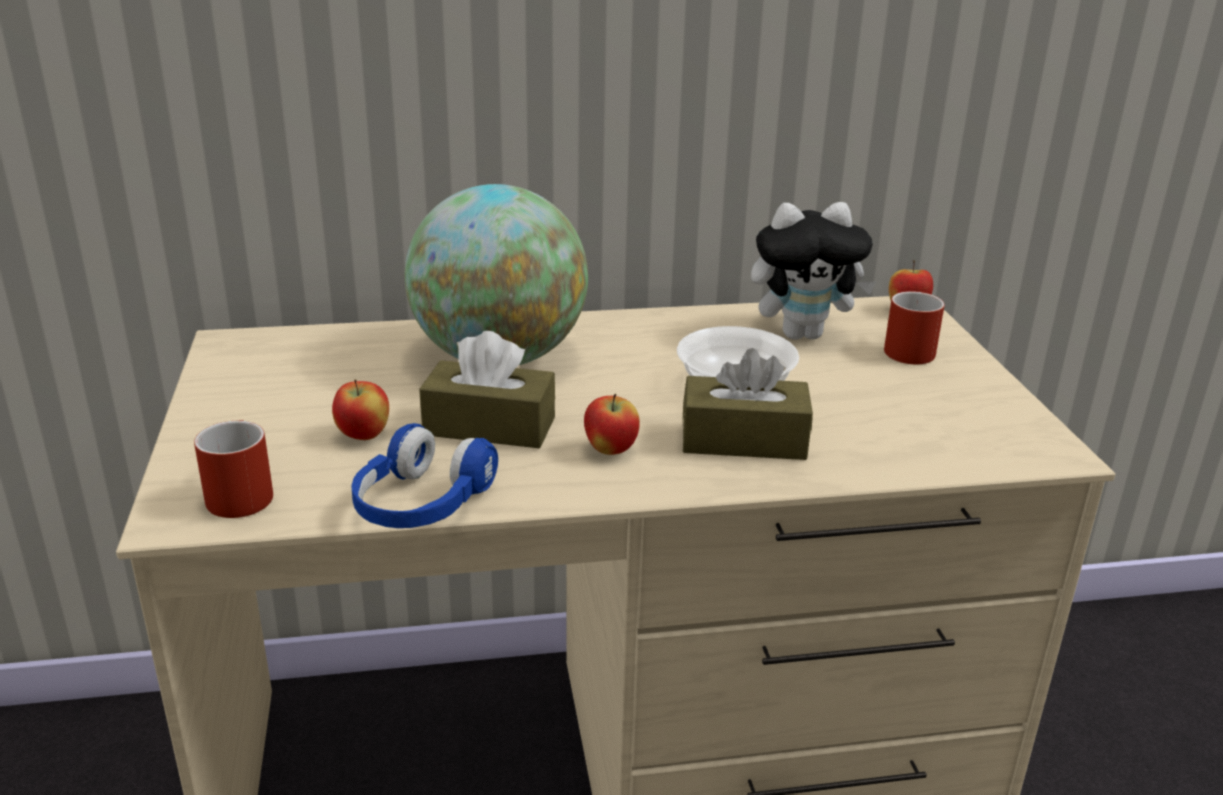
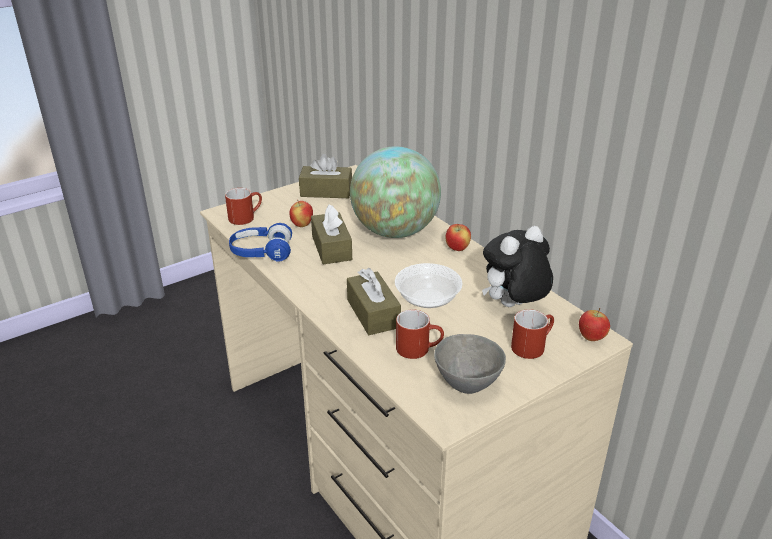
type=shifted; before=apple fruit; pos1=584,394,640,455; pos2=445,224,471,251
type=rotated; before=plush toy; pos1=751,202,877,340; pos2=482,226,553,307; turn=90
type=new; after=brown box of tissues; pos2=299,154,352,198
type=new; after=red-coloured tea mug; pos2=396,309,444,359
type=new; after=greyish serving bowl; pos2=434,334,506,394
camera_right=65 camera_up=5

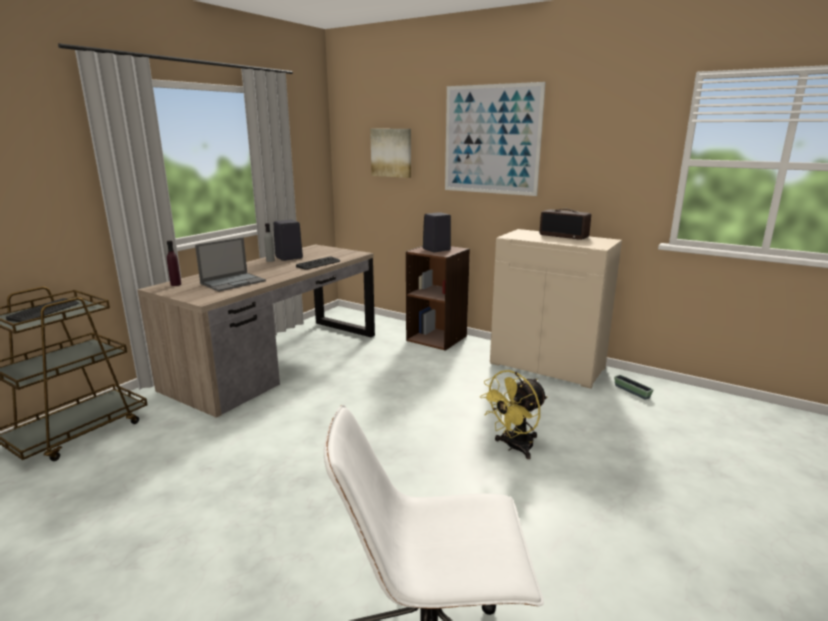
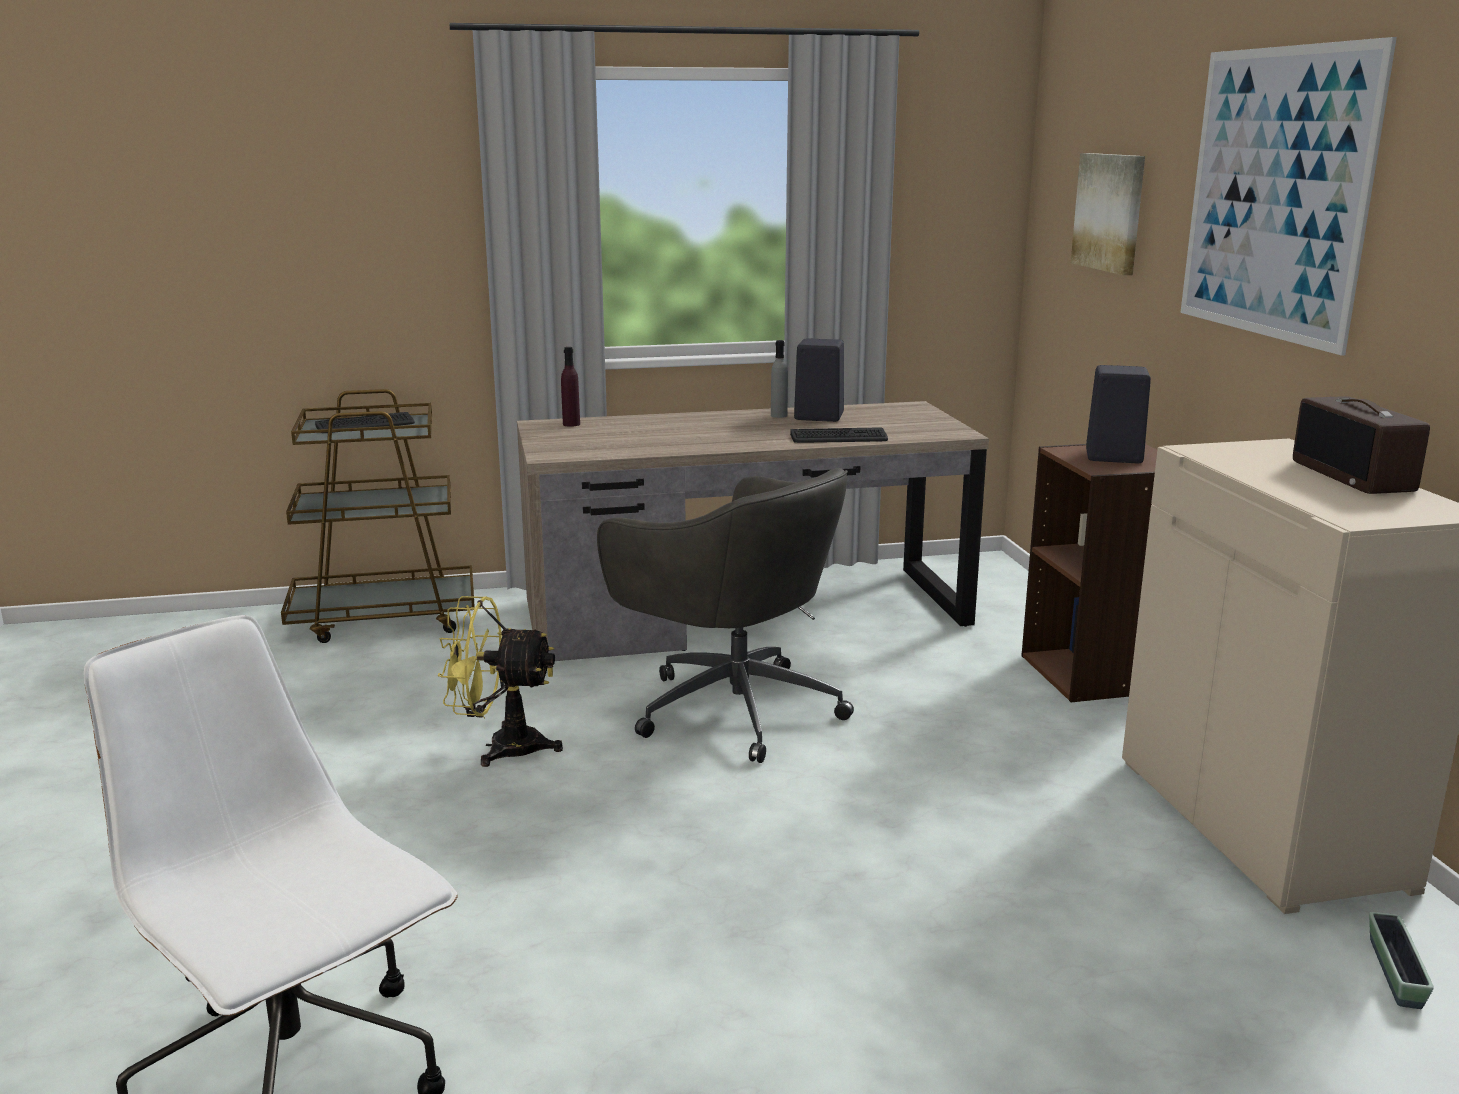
type=gone; before=laptop; pos1=195,237,266,292
type=shifted; before=yellowish cooling fan; pos1=480,370,548,459; pos2=438,596,563,767
type=new; after=greyish desk chair; pos2=597,468,854,763
camera_right=45 camera_up=0

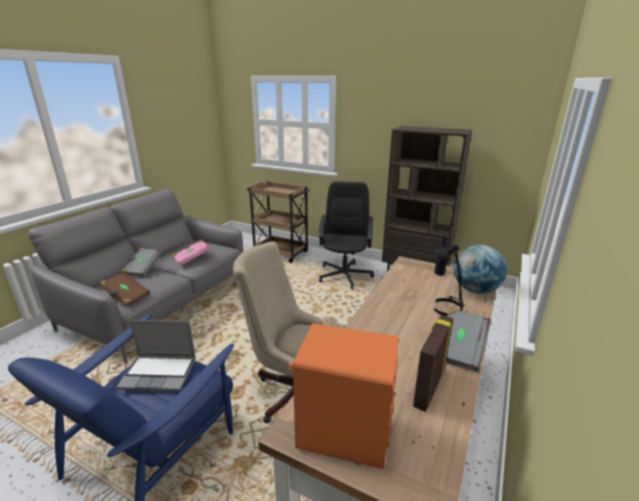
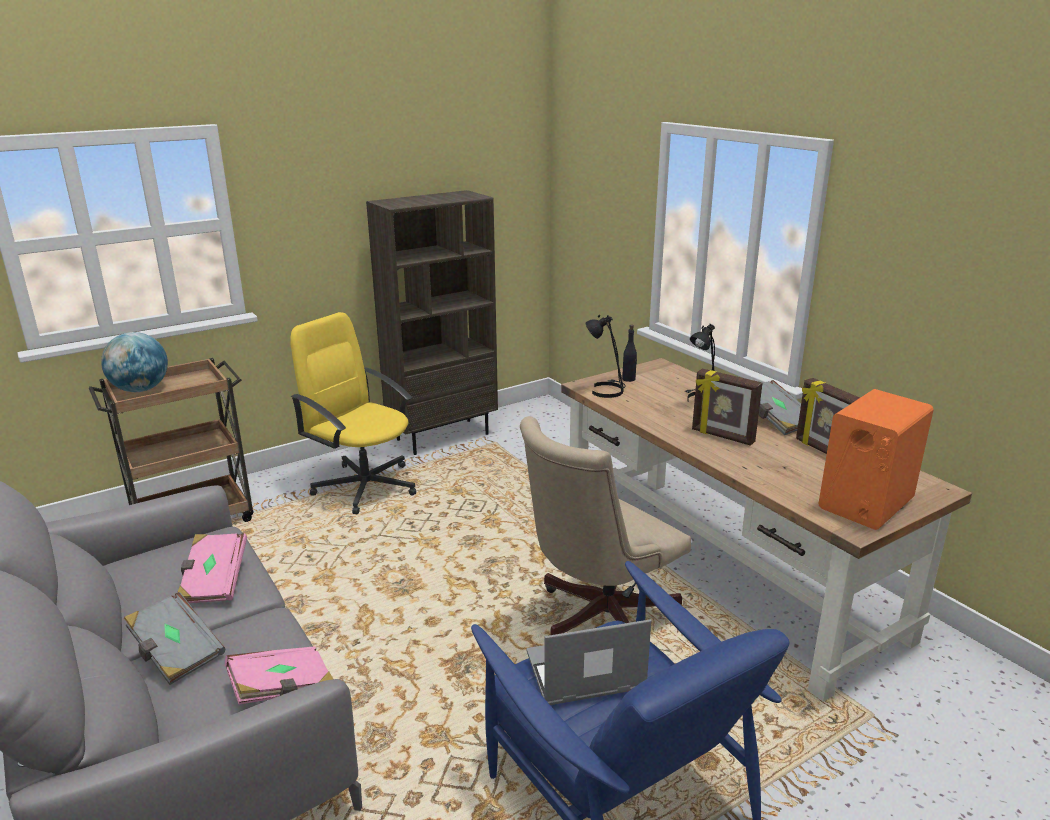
type=repainted; before=brown volume; after=pink-coloured volume; pos1=100,272,150,307; pos2=225,646,333,705
type=rotated; before=laptop; pos1=116,320,196,391; pos2=526,619,651,705; turn=-135
type=repainted; before=black-coloured desk chair; after=yellowish desk chair; pos1=318,181,374,289; pos2=291,312,416,515
type=shifted; before=desk globe; pos1=454,245,507,294; pos2=101,332,168,392
type=new; after=black-coloured table lamp; pos2=586,315,626,398
type=new; after=photo frame; pos2=692,368,762,446
camera_right=-60 camera_up=0

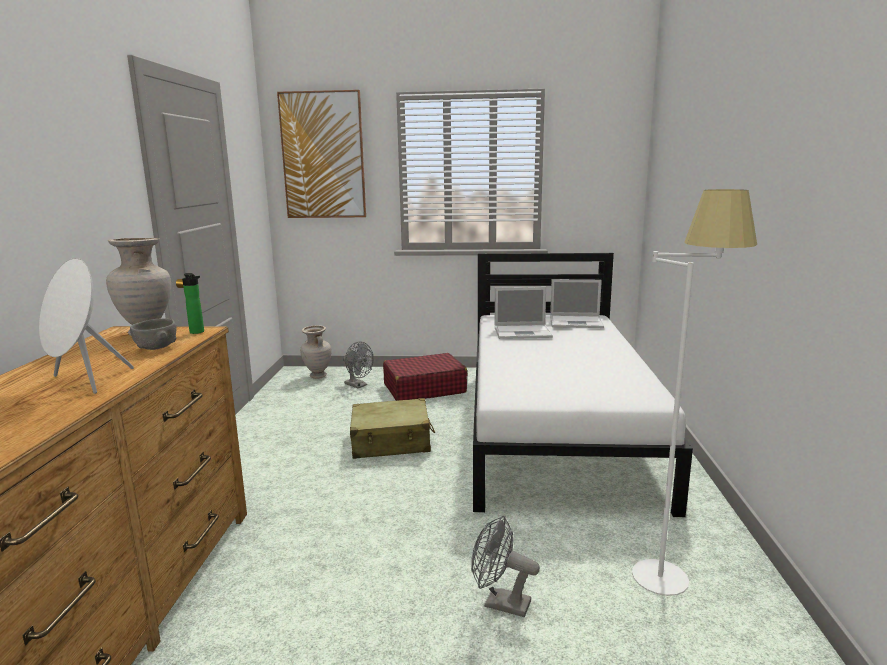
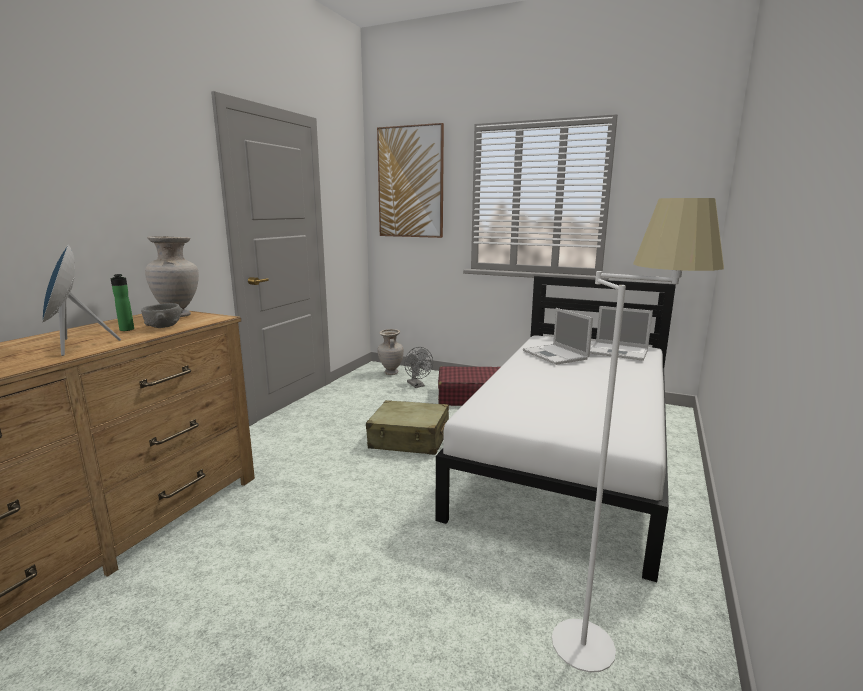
type=repainted; before=white loudspeaker; after=bluish loudspeaker; pos1=39,258,134,394; pos2=42,244,121,356
type=shifted; before=drink bottle; pos1=182,273,204,334; pos2=111,274,134,331
type=gone; before=greyish cooling fan; pos1=471,516,540,617
type=rotated; before=laptop; pos1=495,287,553,339; pos2=523,308,593,365; turn=45
camera_right=20 camera_up=0

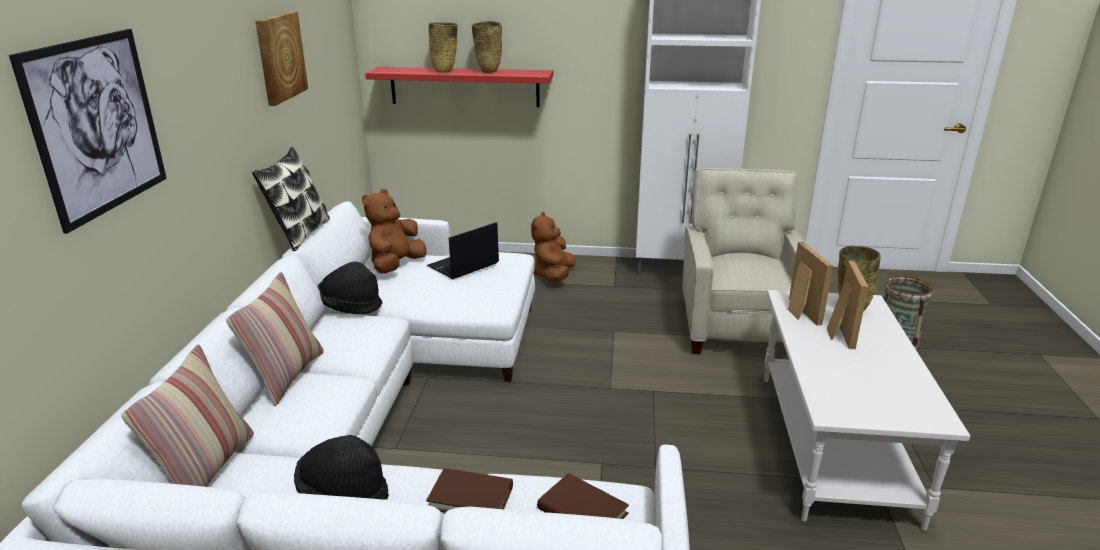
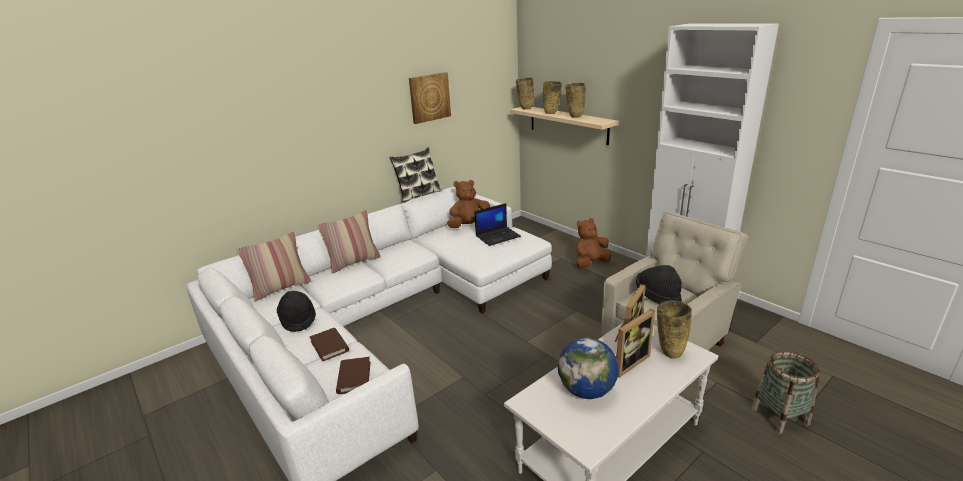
type=gone; before=wall picture; pos1=9,29,167,234
type=shifted; before=black-coloured wearable hat; pos1=318,261,382,314; pos2=636,265,682,304
type=repainted; before=red-coloured wall shelf; after=beige wall shelf; pos1=365,67,553,107; pos2=510,107,618,145
type=rotated; before=laptop; pos1=426,222,499,279; pos2=475,203,521,246; turn=150
type=new; after=beige vase; pos2=516,78,534,109
type=new; after=desk globe; pos2=558,338,619,399
camera_right=45 camera_up=0

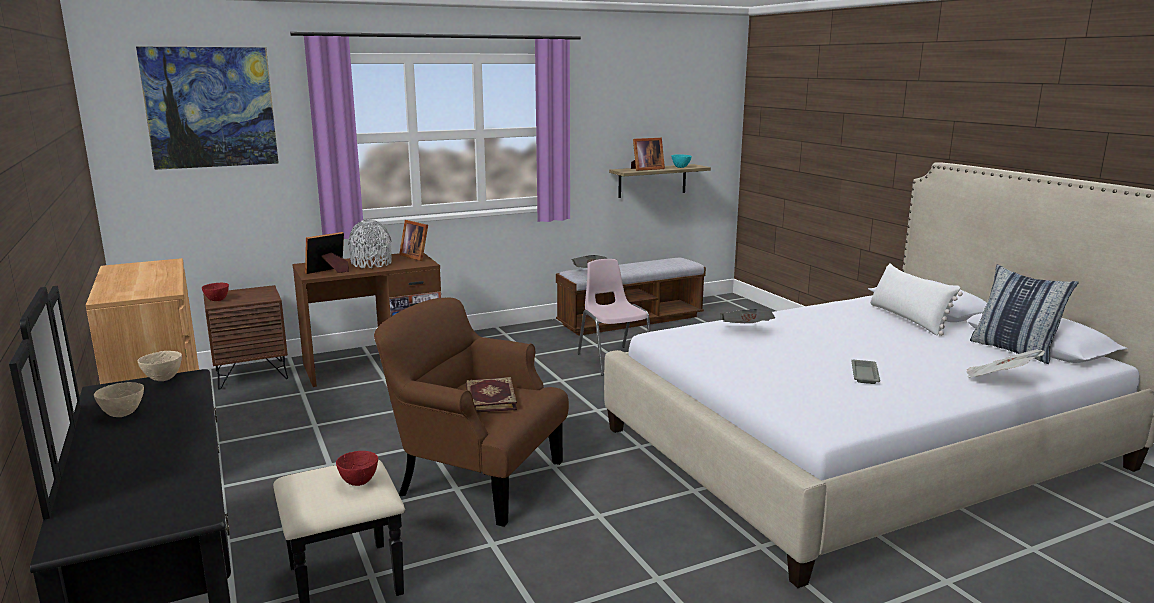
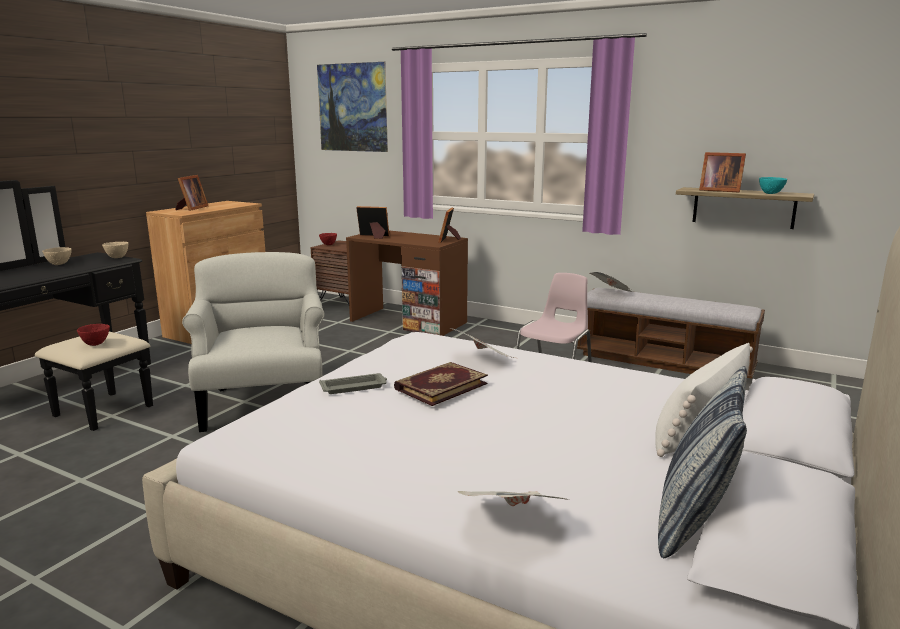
type=gone; before=greyish vase; pos1=348,219,392,268
type=repainted; before=brown armchair; after=white armchair; pos1=374,297,569,527; pos2=182,252,325,432
type=shifted; before=volume; pos1=466,377,517,412; pos2=394,362,488,406
type=shifted; before=greyish serving tray; pos1=851,360,880,384; pos2=319,373,387,394
type=new; after=photo frame; pos2=175,175,208,211
camera_right=55 camera_up=0

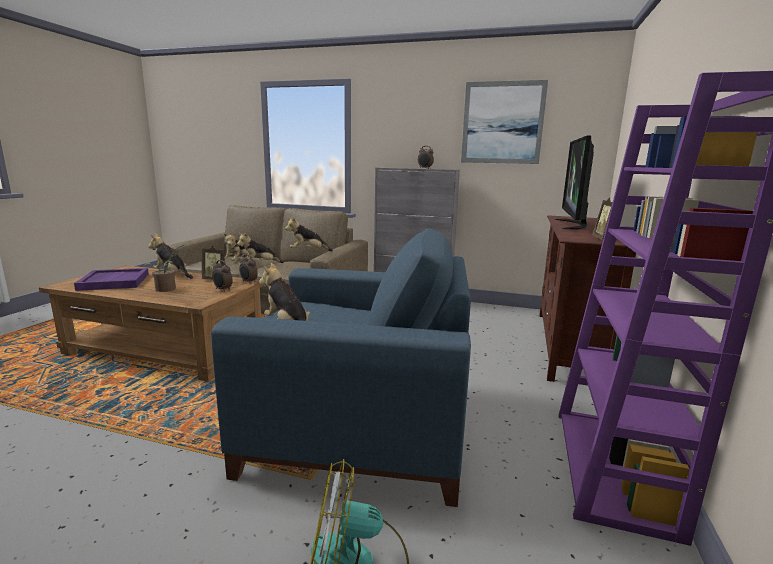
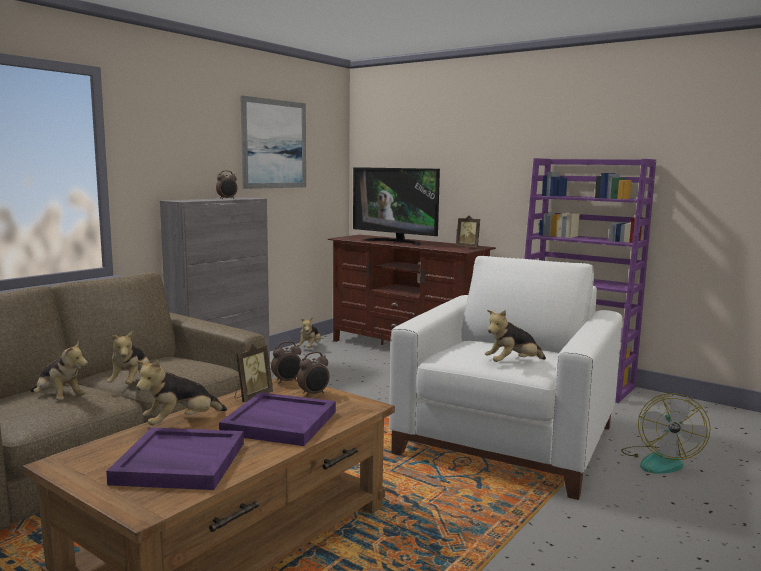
type=swapped; before=plant in a pot; after=purplish serving tray; pos1=145,244,191,292; pos2=219,392,336,446
type=repainted; before=bluish armchair; after=white armchair; pos1=211,228,471,507; pos2=389,256,622,500
type=shifted; before=plush toy; pos1=285,217,333,251; pos2=297,317,321,348
camera_right=-70 camera_up=-5

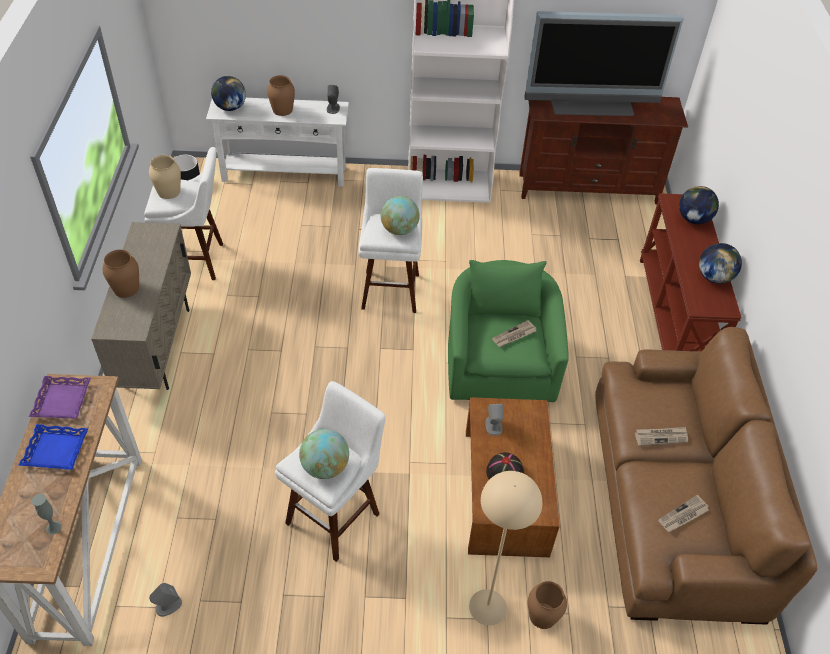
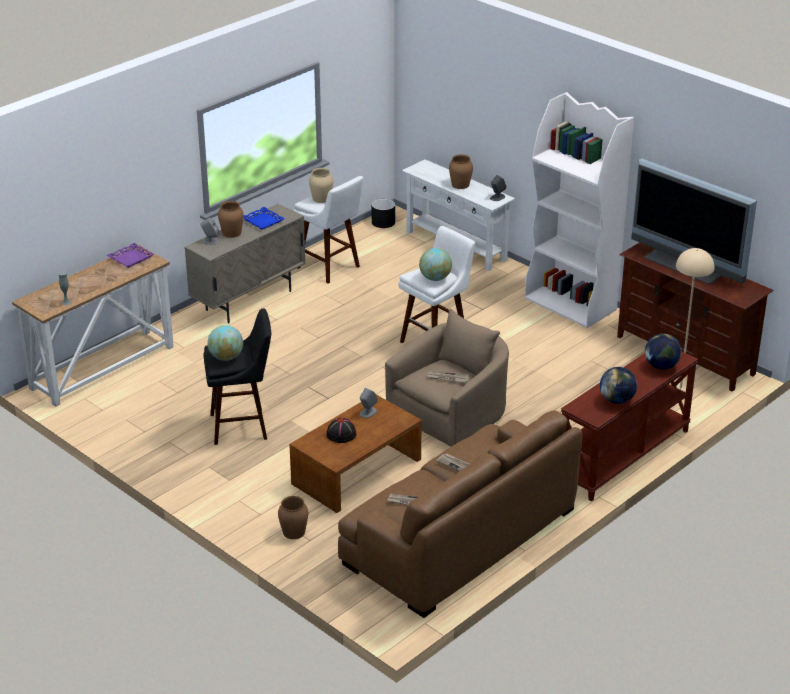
type=shifted; before=bluish serving tray; pos1=19,424,88,470; pos2=243,207,285,229
type=shifted; before=greyish loudspeaker; pos1=149,583,182,617; pos2=200,218,220,245
type=gone; before=desk globe; pos1=211,76,246,111
type=repainted; before=white stool; after=black-coloured stool; pos1=275,381,386,562; pos2=203,308,271,445
type=repainted; before=greenish armchair; after=beige armchair; pos1=448,260,569,402; pos2=385,309,509,447
type=shifted; before=beige floor lamp; pos1=469,471,542,625; pos2=676,248,715,400
camera_right=45 camera_up=-15

